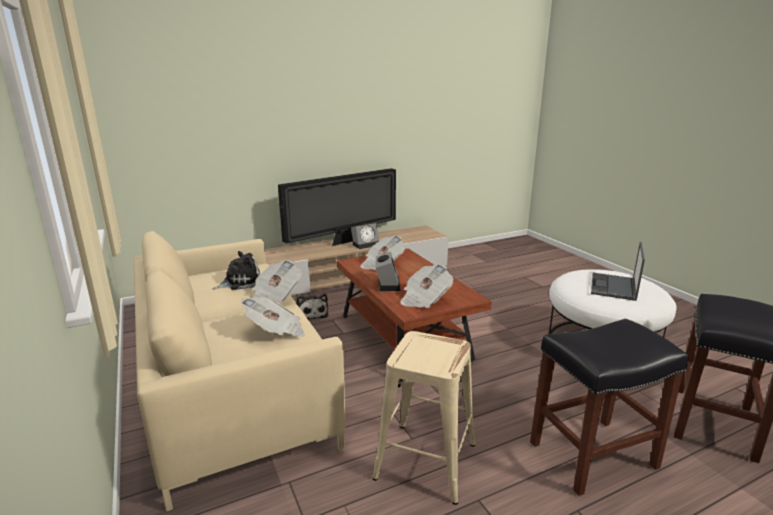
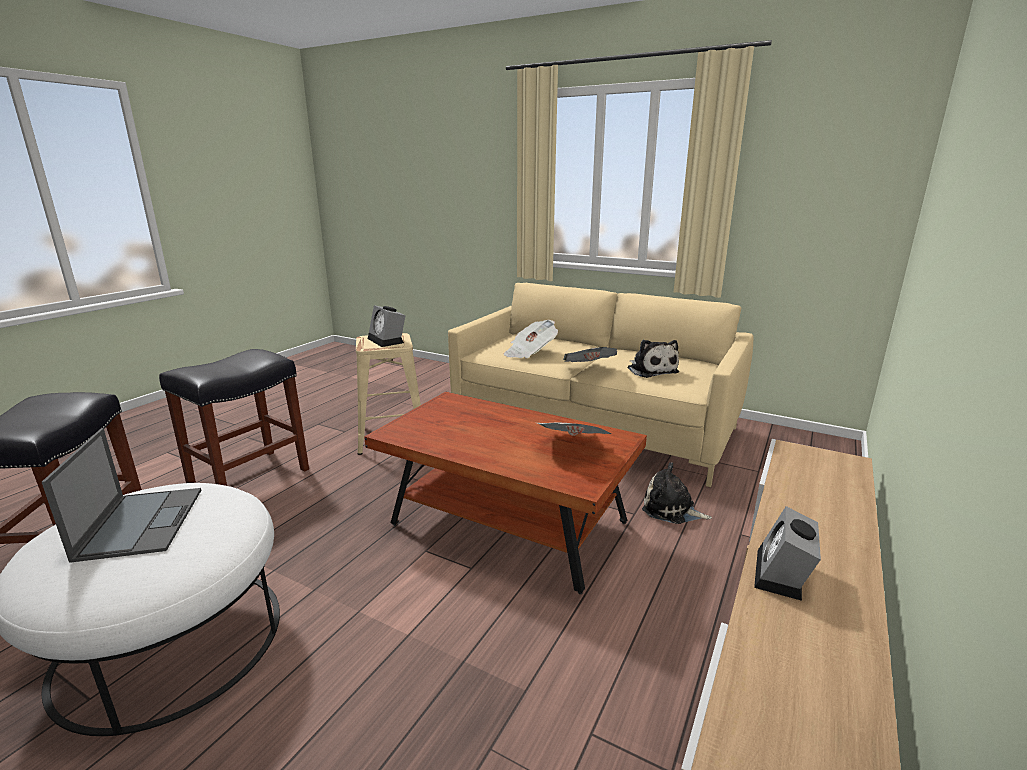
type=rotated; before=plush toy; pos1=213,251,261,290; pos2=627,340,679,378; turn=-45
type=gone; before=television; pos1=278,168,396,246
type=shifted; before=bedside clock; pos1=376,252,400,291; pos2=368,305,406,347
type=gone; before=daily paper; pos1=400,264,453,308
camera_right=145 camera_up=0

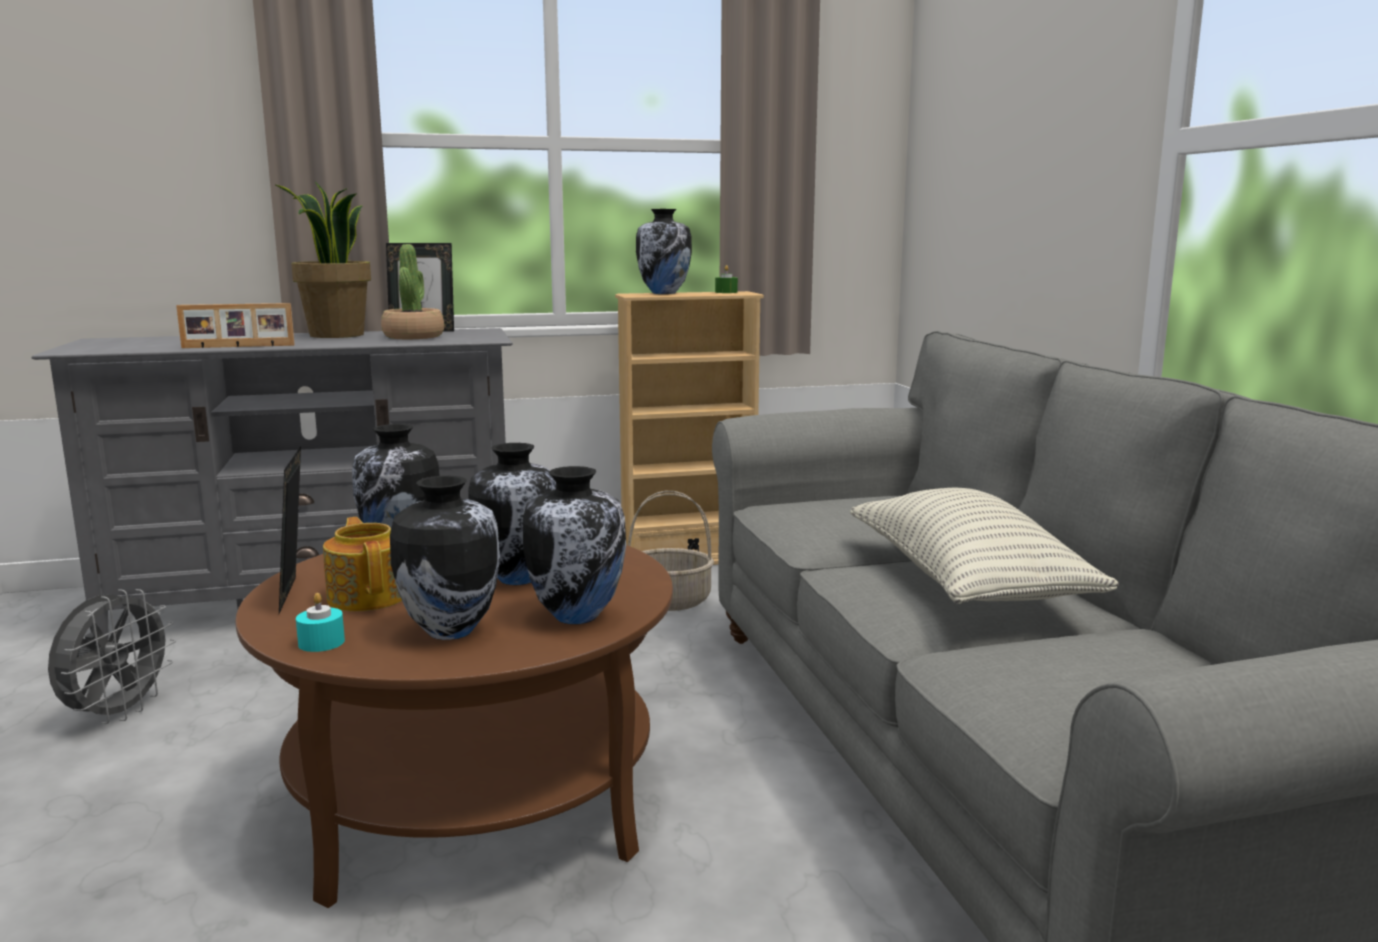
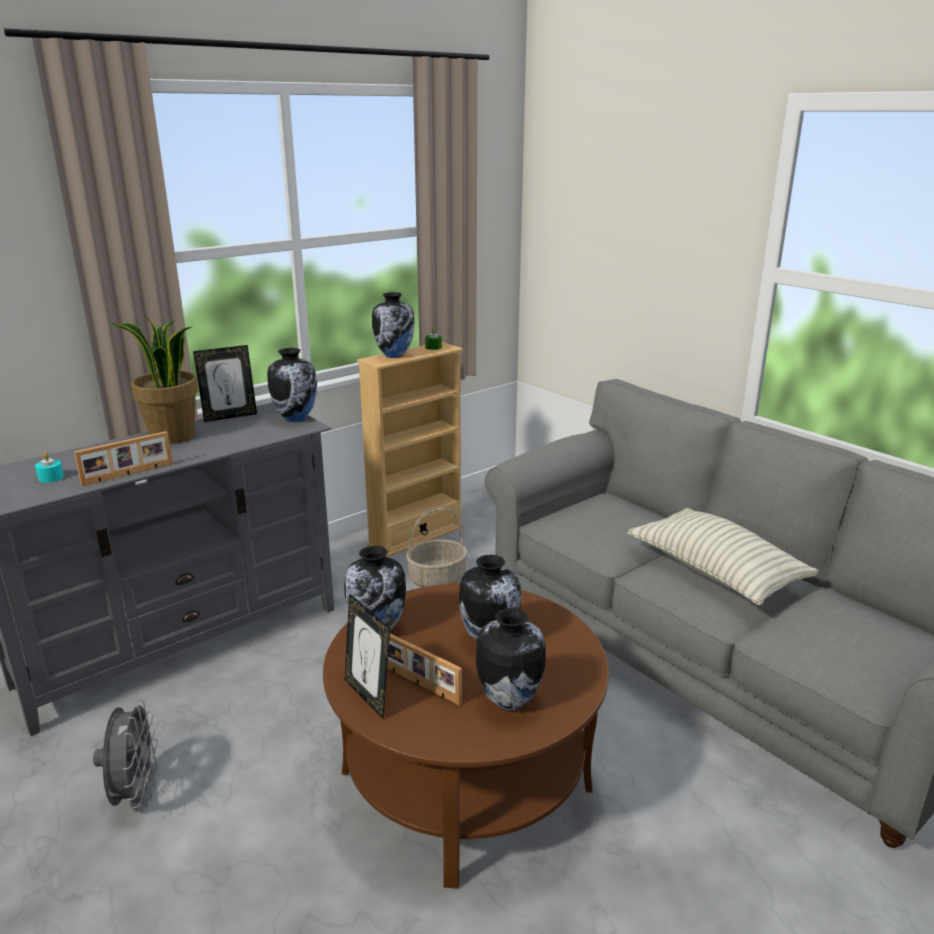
type=shifted; before=turquoise wax light; pos1=296,593,345,652; pos2=35,452,64,483
type=swapped; before=teapot; after=photo frame; pos1=323,517,402,611; pos2=387,634,462,706
type=gone; before=plant in a pot; pos1=381,244,444,339
type=shifted; before=vase; pos1=523,466,626,624; pos2=267,348,317,422
camera_right=-25 camera_up=10

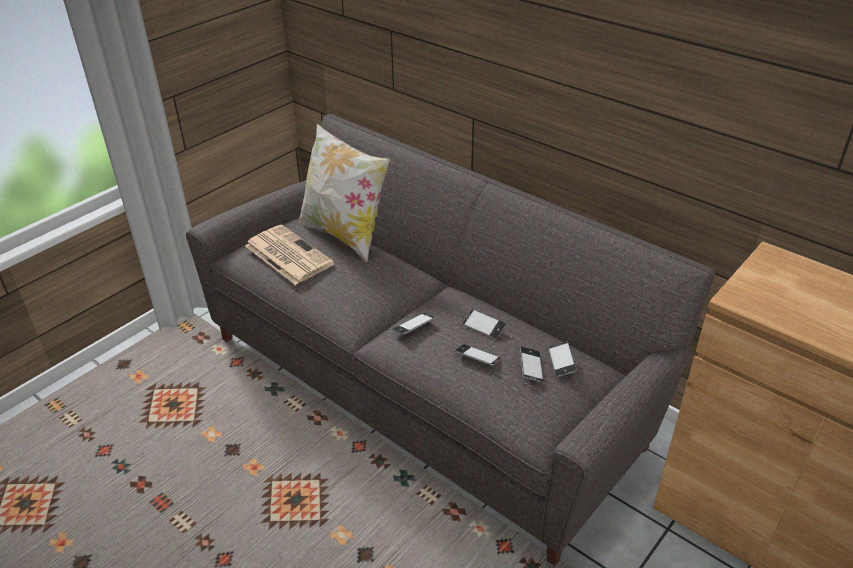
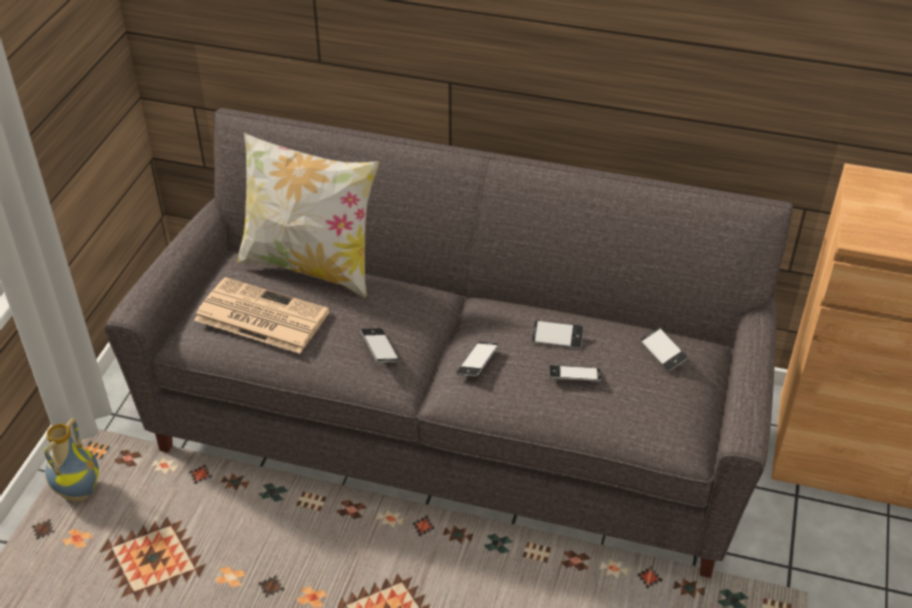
type=shifted; before=handset; pos1=520,347,543,382; pos2=360,328,399,363
type=new; after=vase; pos2=44,418,99,502
camera_right=-25 camera_up=5

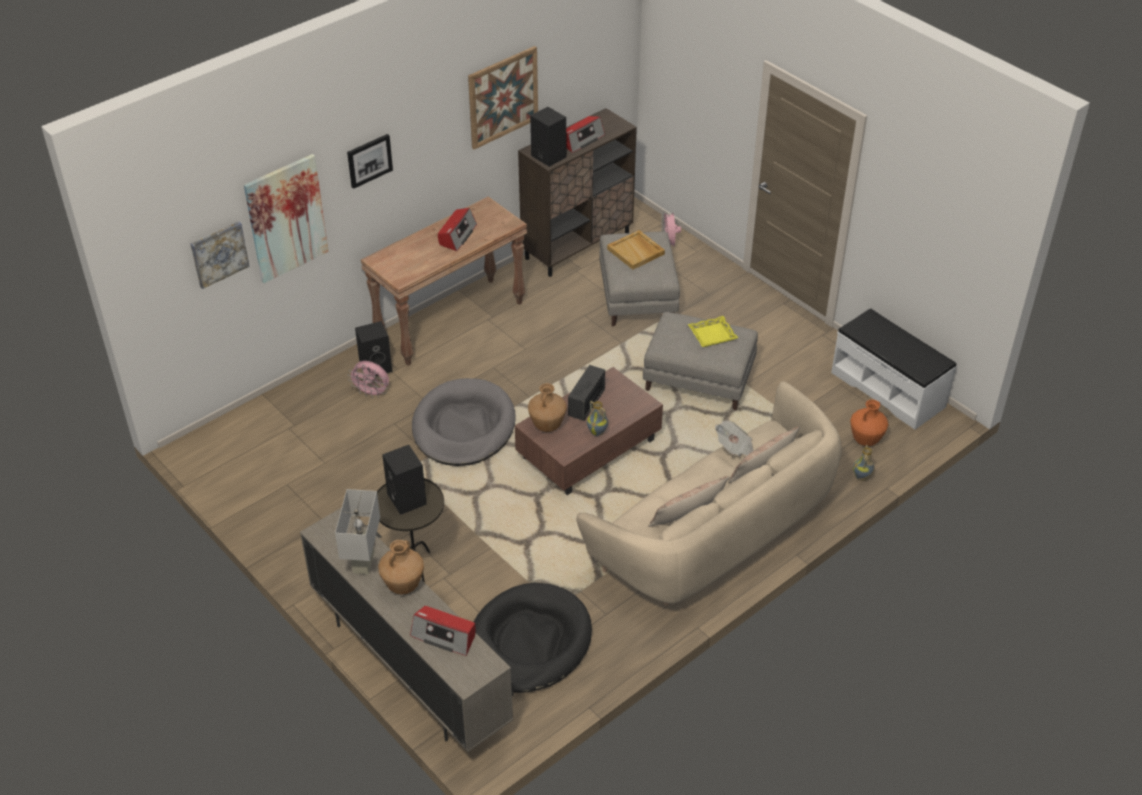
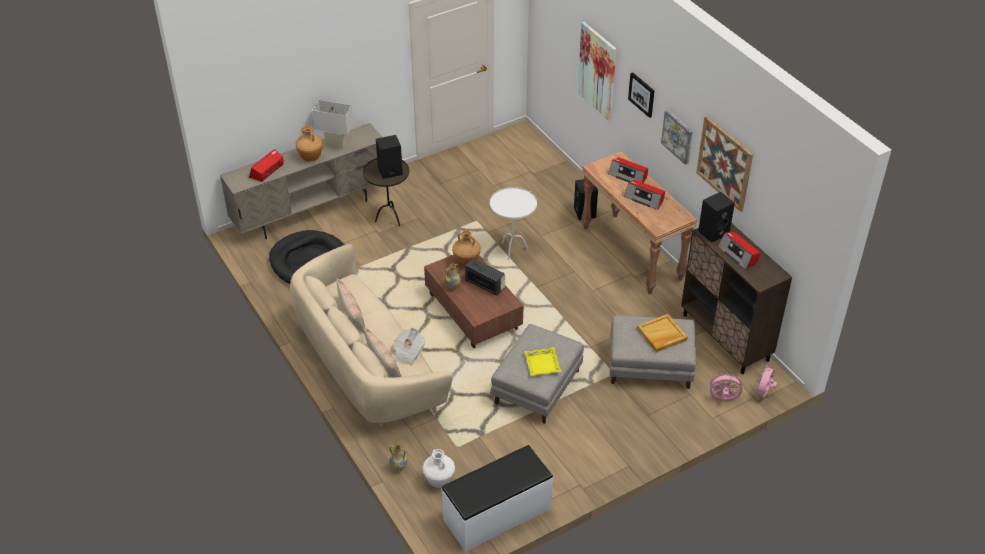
type=shifted; before=wall picture; pos1=190,221,250,289; pos2=661,110,693,165
type=shifted; before=pink-coloured cooling fan; pos1=348,361,389,398; pos2=754,364,777,398
type=swapped; before=greyish dog cushion; after=white end table; pos1=412,378,516,466; pos2=490,187,537,260
type=repainted; before=orangey vase; after=white vase; pos1=850,400,888,446; pos2=422,449,455,488
type=new; after=radio receiver; pos2=608,157,648,183
camera_right=100 camera_up=0

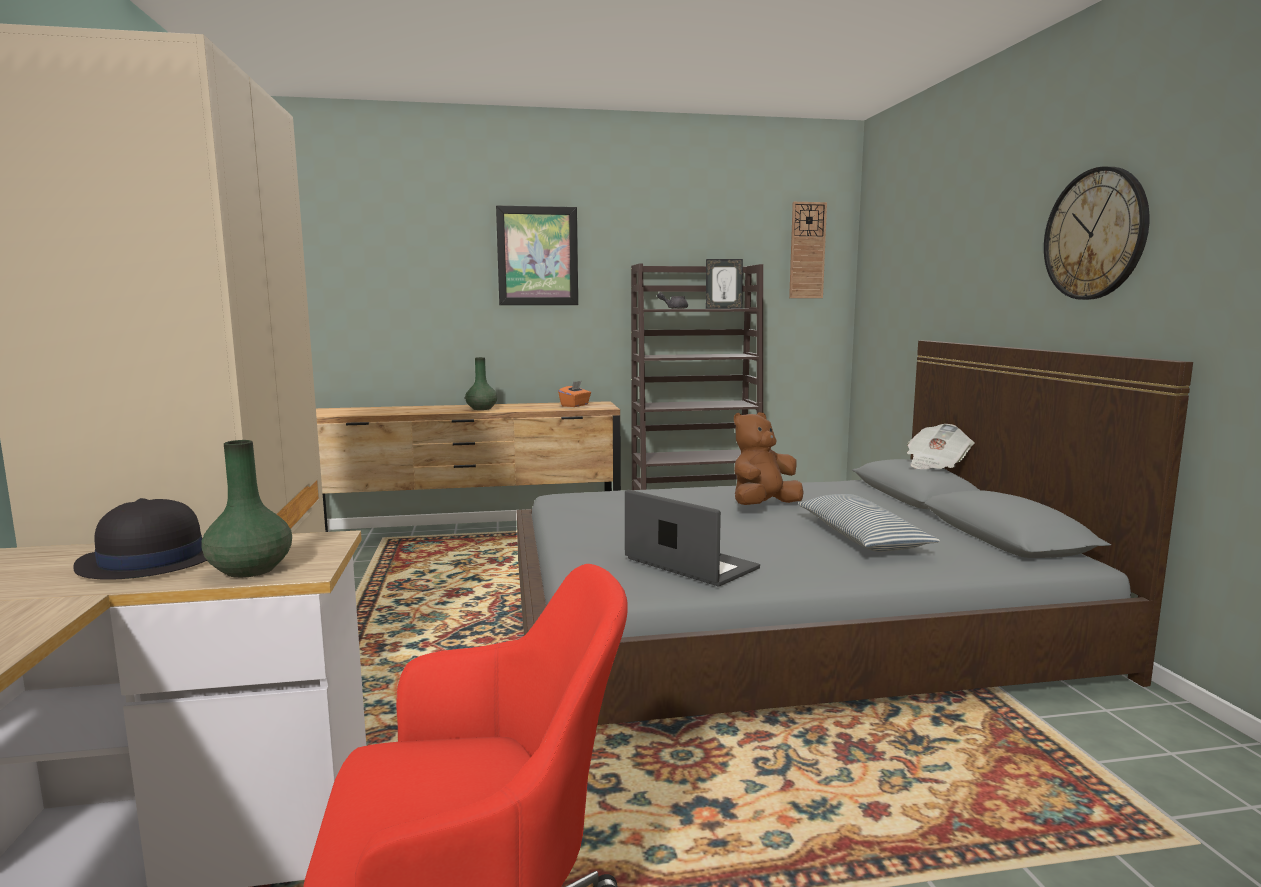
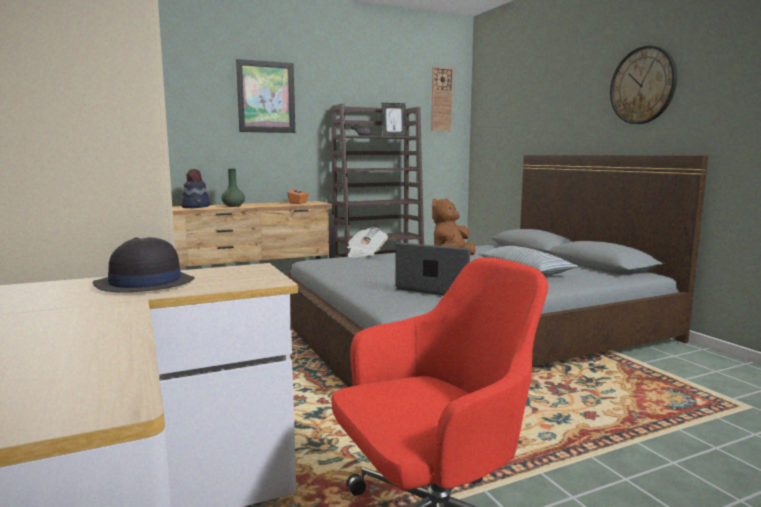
type=gone; before=greenish vase; pos1=202,440,292,578
type=shifted; before=daily paper; pos1=907,424,975,469; pos2=347,227,388,258
type=new; after=wearable hat; pos2=181,169,210,208
camera_right=-15 camera_up=0

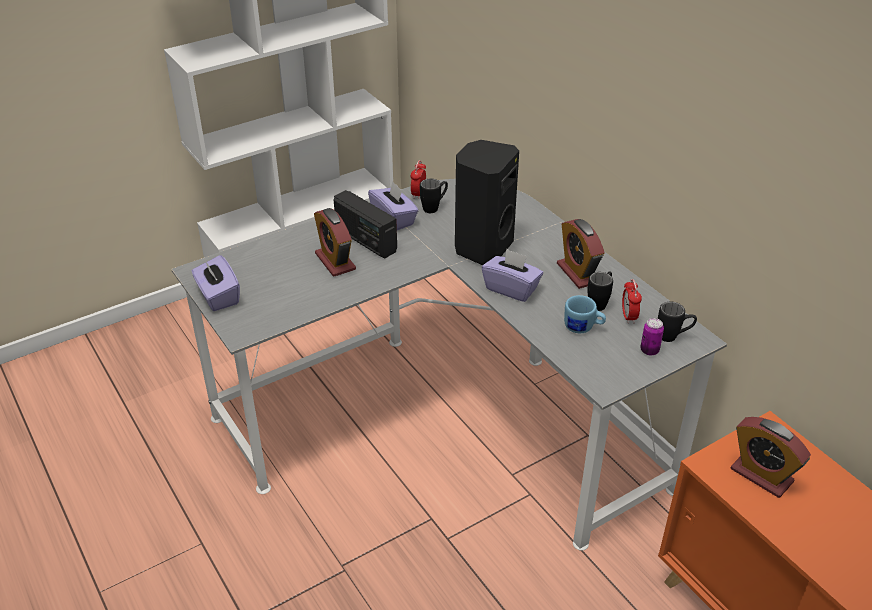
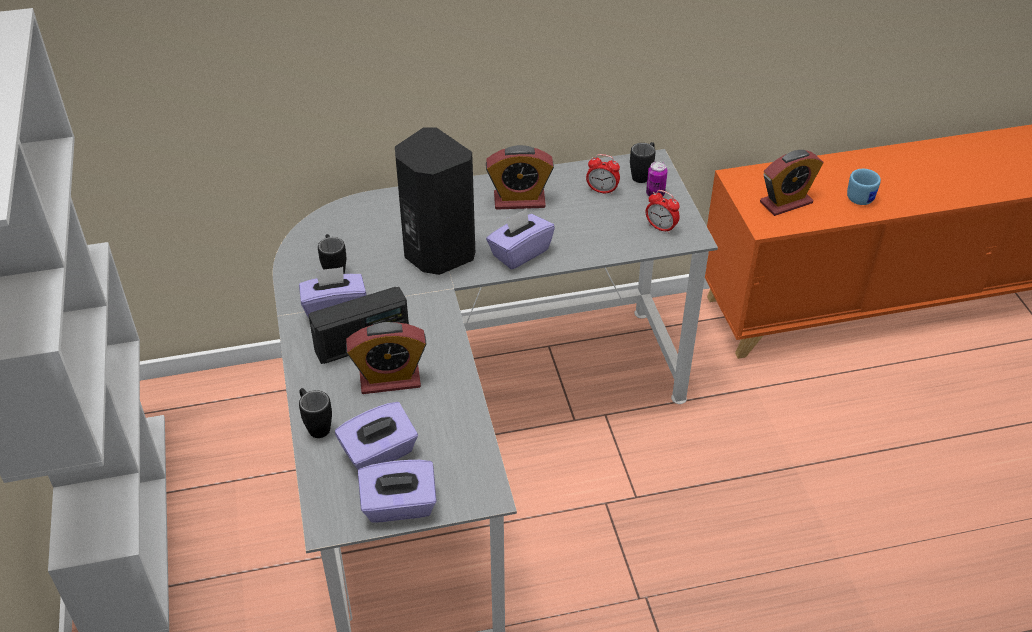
type=shifted; before=bedside clock; pos1=410,160,426,199; pos2=646,190,680,234
type=shifted; before=bluish tea mug; pos1=564,295,606,333; pos2=847,169,881,205
type=shifted; before=black-coloured tea mug; pos1=587,272,613,311; pos2=299,388,332,438
type=new; after=purplish box of tissues; pos2=335,402,418,471
camera_right=-70 camera_up=5

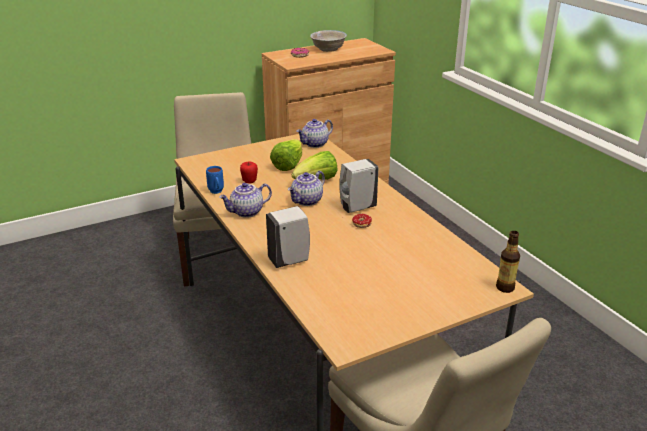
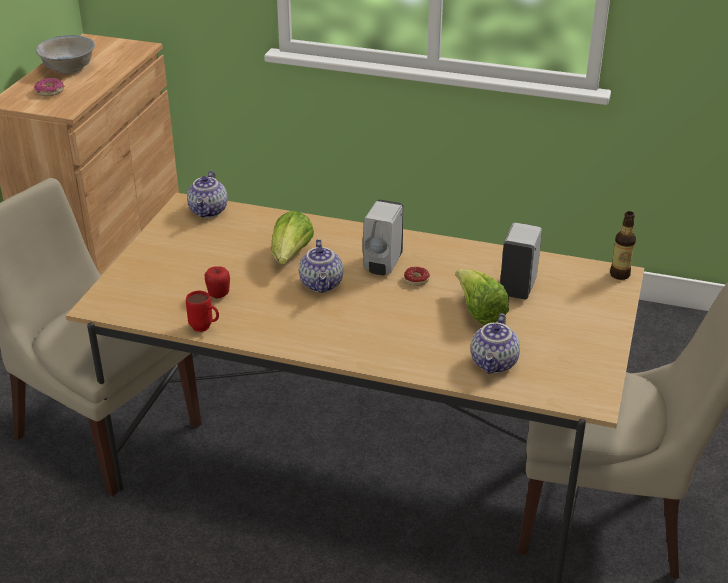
type=repainted; before=bluish tea mug; after=red-coloured tea mug; pos1=206,166,224,194; pos2=186,291,219,332
type=shifted; before=teapot; pos1=219,183,272,218; pos2=471,313,520,374
type=shifted; before=white soap dispenser; pos1=266,206,310,268; pos2=500,223,542,299
type=shifted; before=lettuce; pos1=270,139,302,171; pos2=455,269,509,325
camera_right=-45 camera_up=5

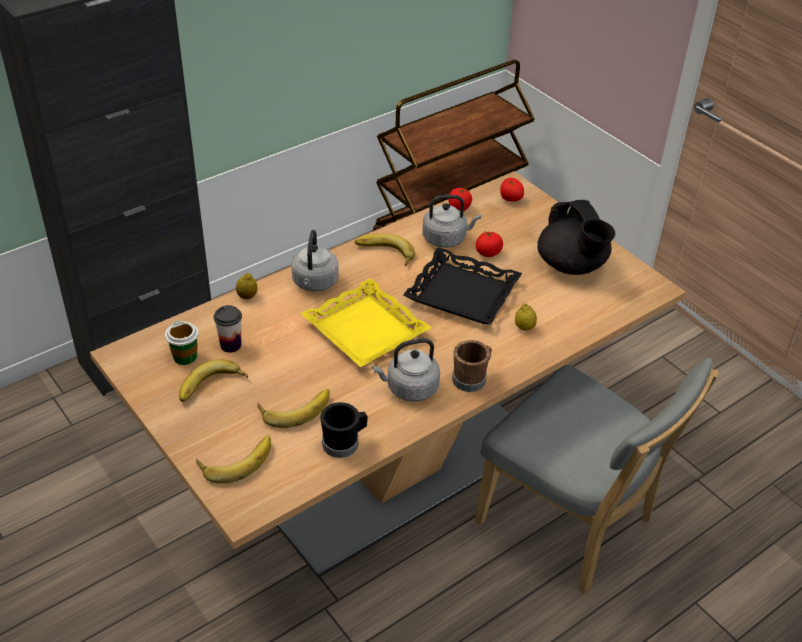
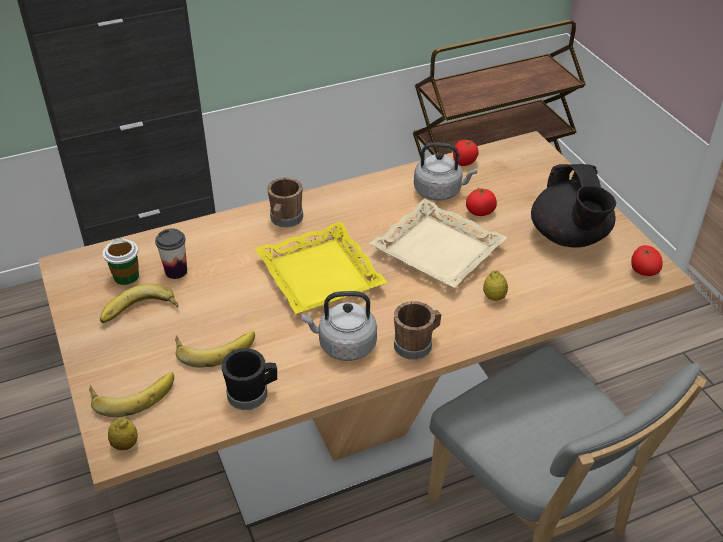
type=shifted; before=lemon; pos1=236,273,258,299; pos2=108,418,138,450
type=swapped; before=greyish water kettle; after=brown tea mug; pos1=291,230,339,292; pos2=267,177,303,227
type=gone; before=banana fruit; pos1=355,234,415,266
type=repainted; before=black-coloured serving tray; after=beige serving tray; pos1=403,247,522,324; pos2=369,198,508,288
type=shifted; before=fresh tomato; pos1=500,178,524,202; pos2=631,245,663,276
camera_right=15 camera_up=0

